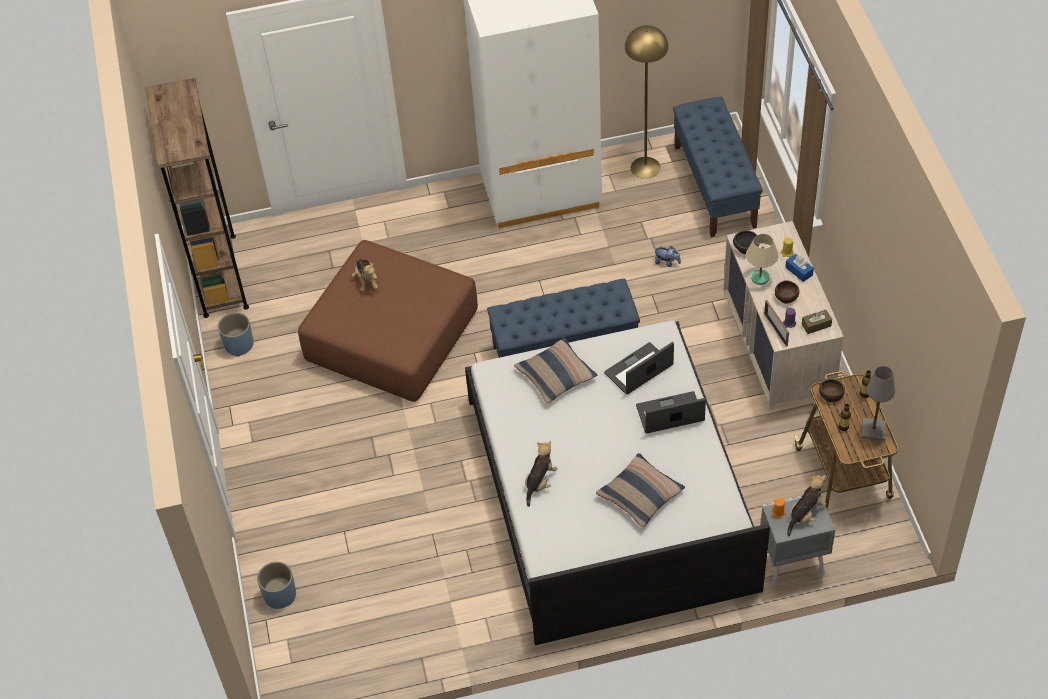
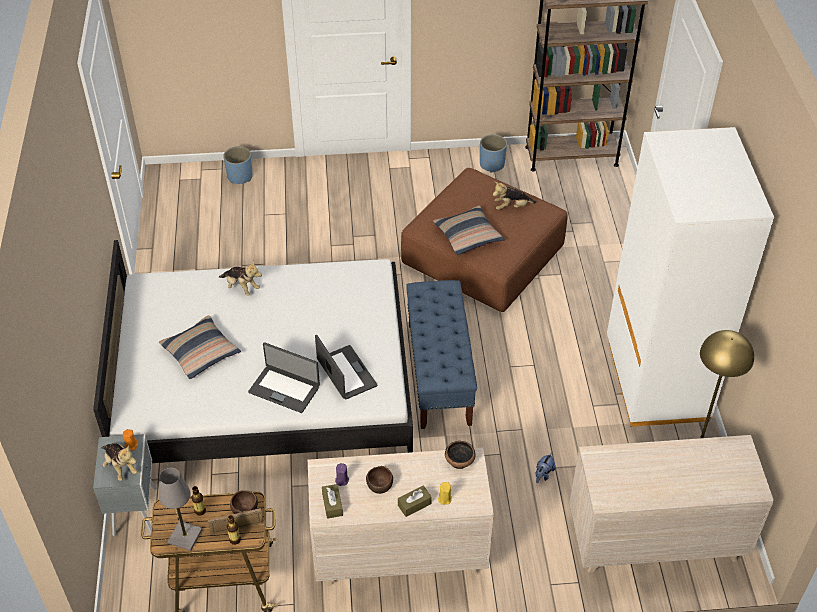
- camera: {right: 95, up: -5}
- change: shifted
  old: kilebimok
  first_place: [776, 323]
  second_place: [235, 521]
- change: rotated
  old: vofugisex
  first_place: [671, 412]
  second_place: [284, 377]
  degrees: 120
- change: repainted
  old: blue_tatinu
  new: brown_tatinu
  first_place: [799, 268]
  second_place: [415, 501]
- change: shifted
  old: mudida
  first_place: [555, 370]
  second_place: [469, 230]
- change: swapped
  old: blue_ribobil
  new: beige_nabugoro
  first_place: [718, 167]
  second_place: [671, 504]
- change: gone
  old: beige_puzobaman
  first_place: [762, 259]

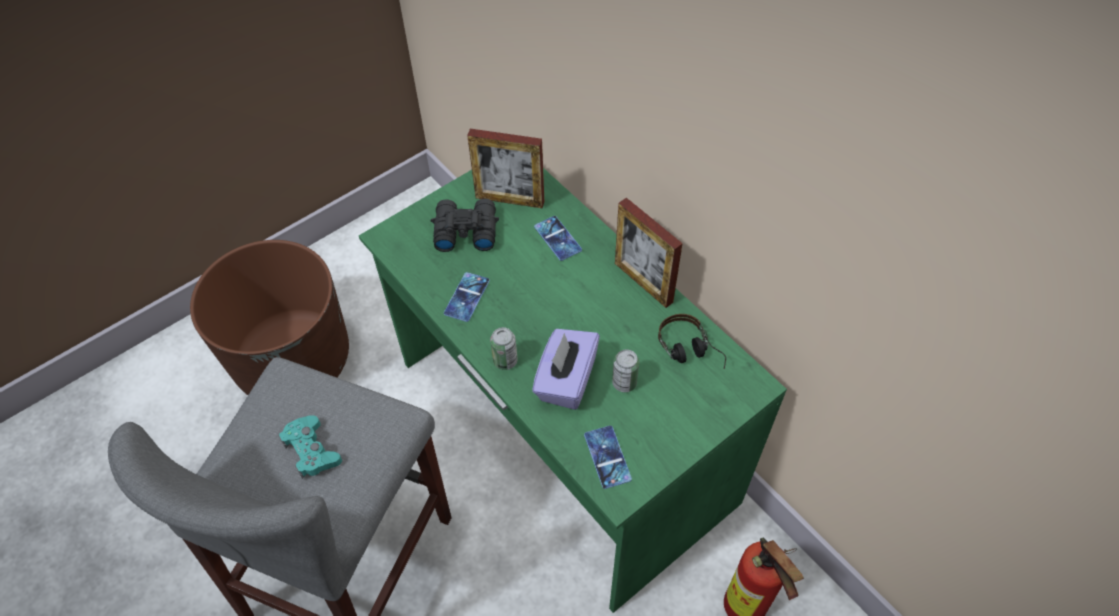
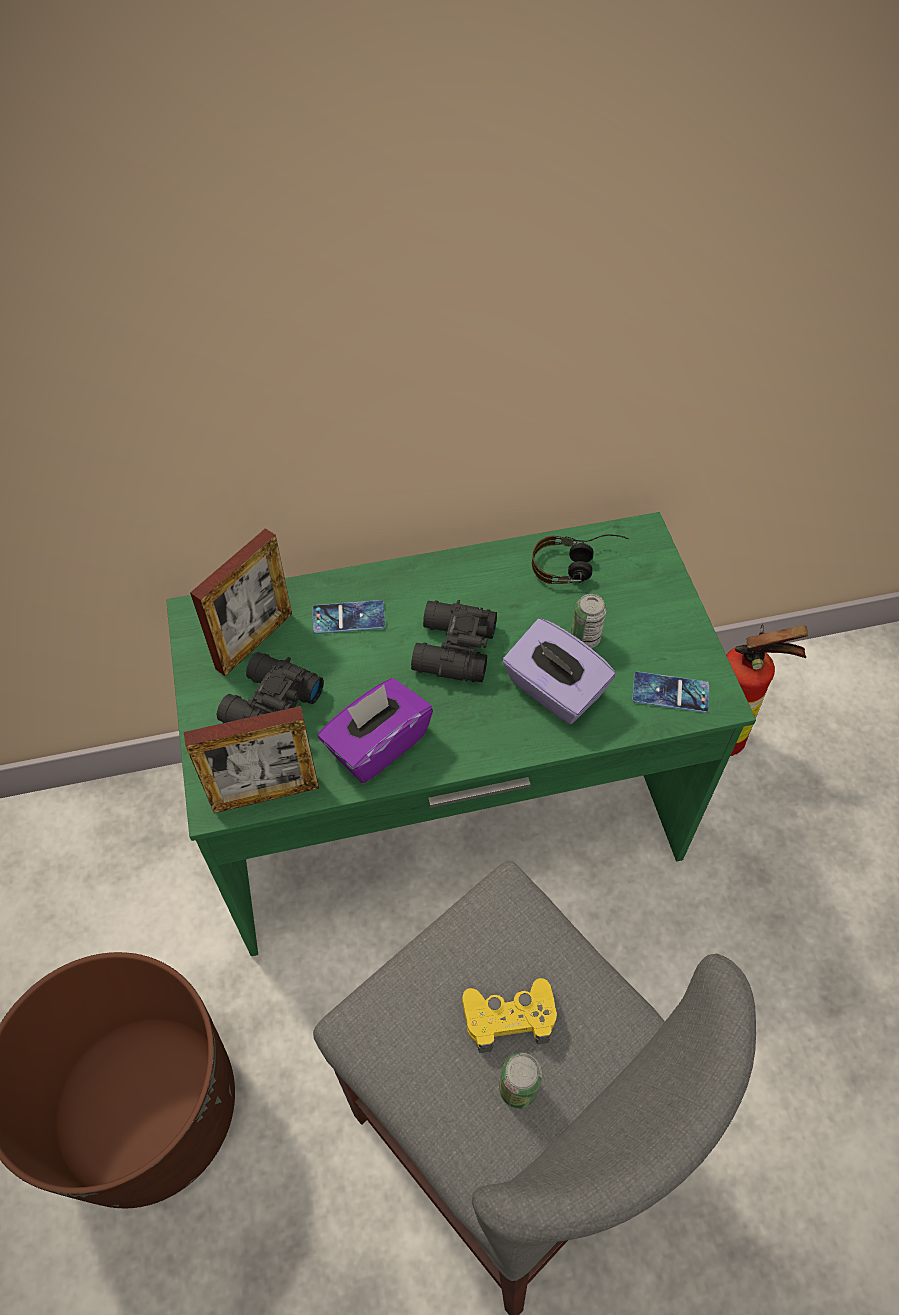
- camera: {right: -65, up: 0}
- change: shifted
  old: kilebimok
  first_place: [649, 253]
  second_place: [251, 759]
- change: swapped
  old: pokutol
  new: purple_tatinu
  first_place: [467, 297]
  second_place: [375, 730]
- change: new
  new: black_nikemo
  second_place: [454, 641]
- change: repainted
  old: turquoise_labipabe
  new: yellow_labipabe
  first_place: [310, 447]
  second_place: [509, 1015]
- change: shifted
  old: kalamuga
  first_place: [504, 348]
  second_place: [520, 1081]

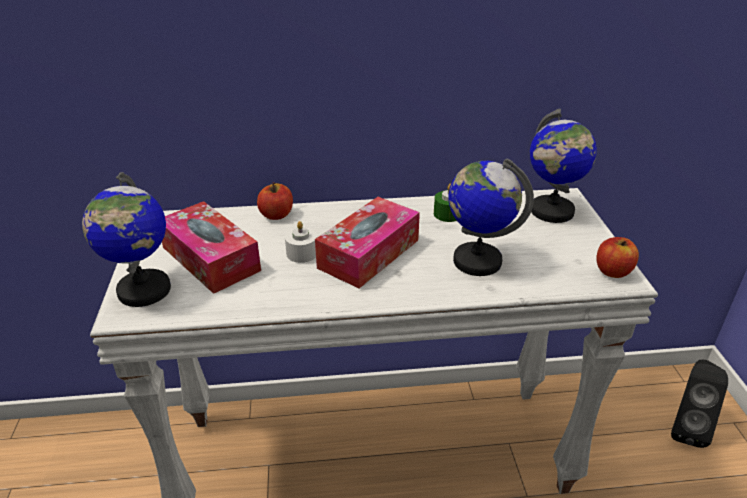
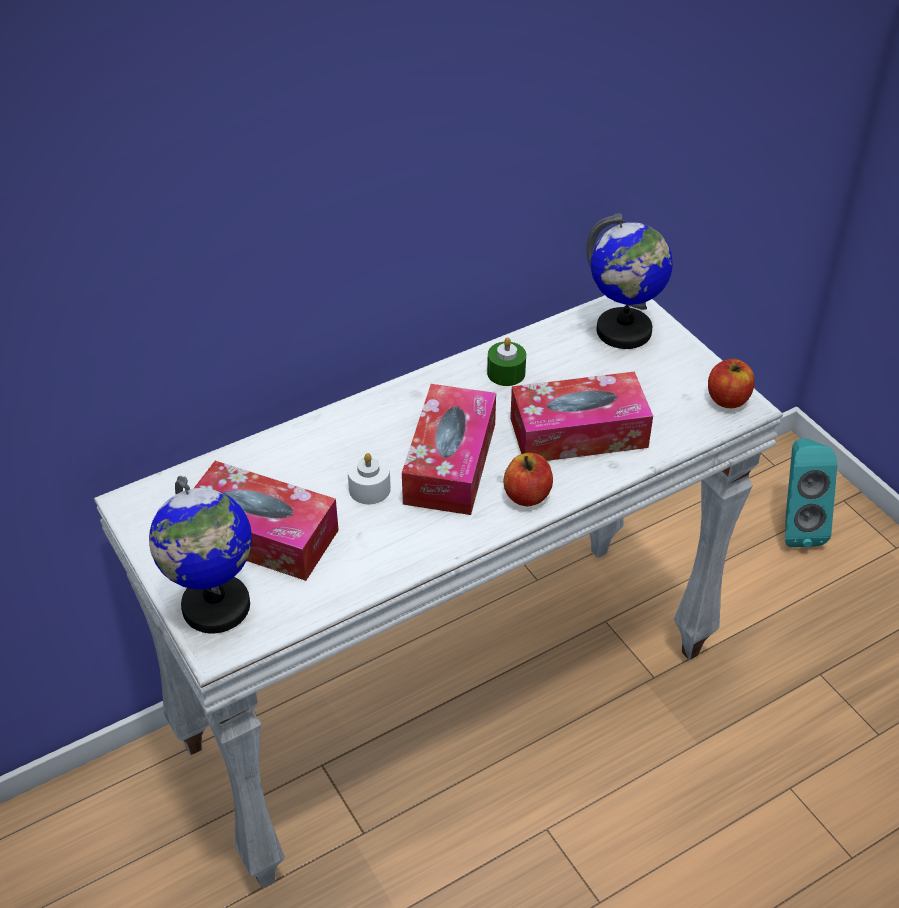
- camera: {right: -25, up: 10}
- change: shifted
  old: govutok
  first_place: [275, 201]
  second_place: [528, 479]
- change: swapped
  old: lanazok
  new: tatinu
  first_place: [491, 217]
  second_place: [581, 416]
- change: repainted
  old: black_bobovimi
  new: turquoise_bobovimi
  first_place: [699, 404]
  second_place: [811, 492]

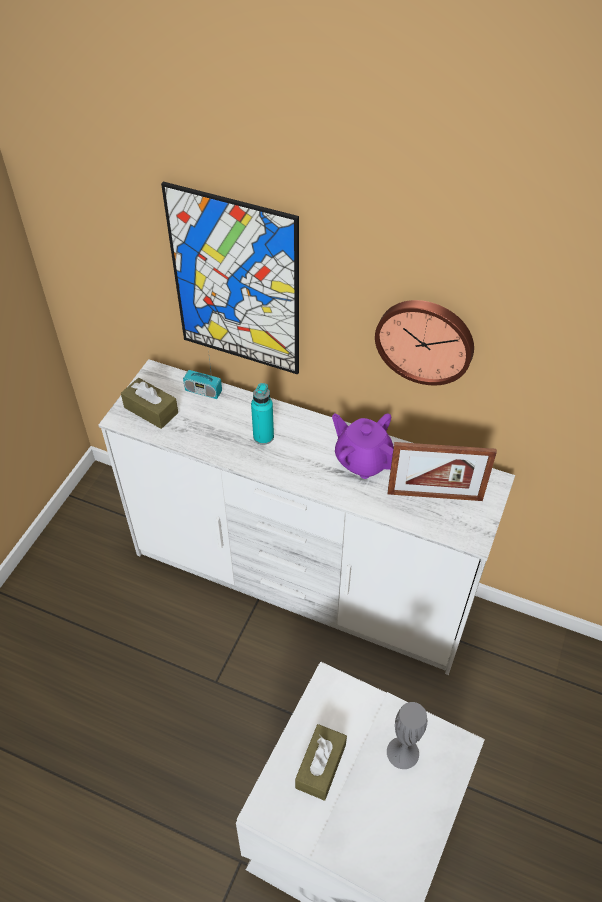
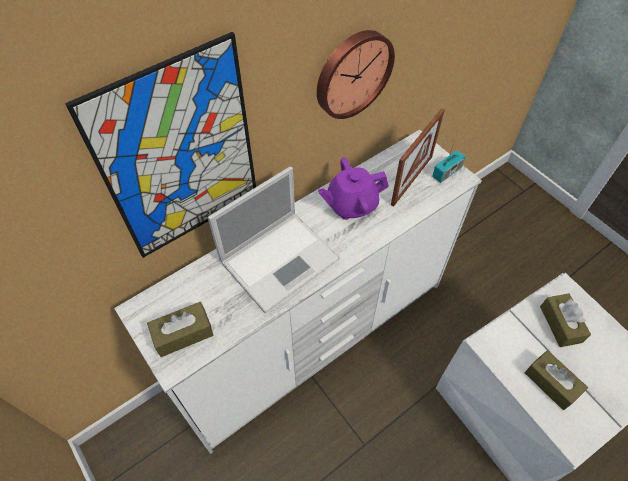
- camera: {right: -60, up: 5}
- change: swapped
  old: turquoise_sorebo
  new: vofugisex
  first_place: [262, 414]
  second_place: [274, 239]
- change: shifted
  old: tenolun
  first_place: [202, 375]
  second_place: [449, 158]
- change: swapped
  old: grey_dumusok
  new: brown_tatinu
  first_place: [407, 735]
  second_place: [565, 320]

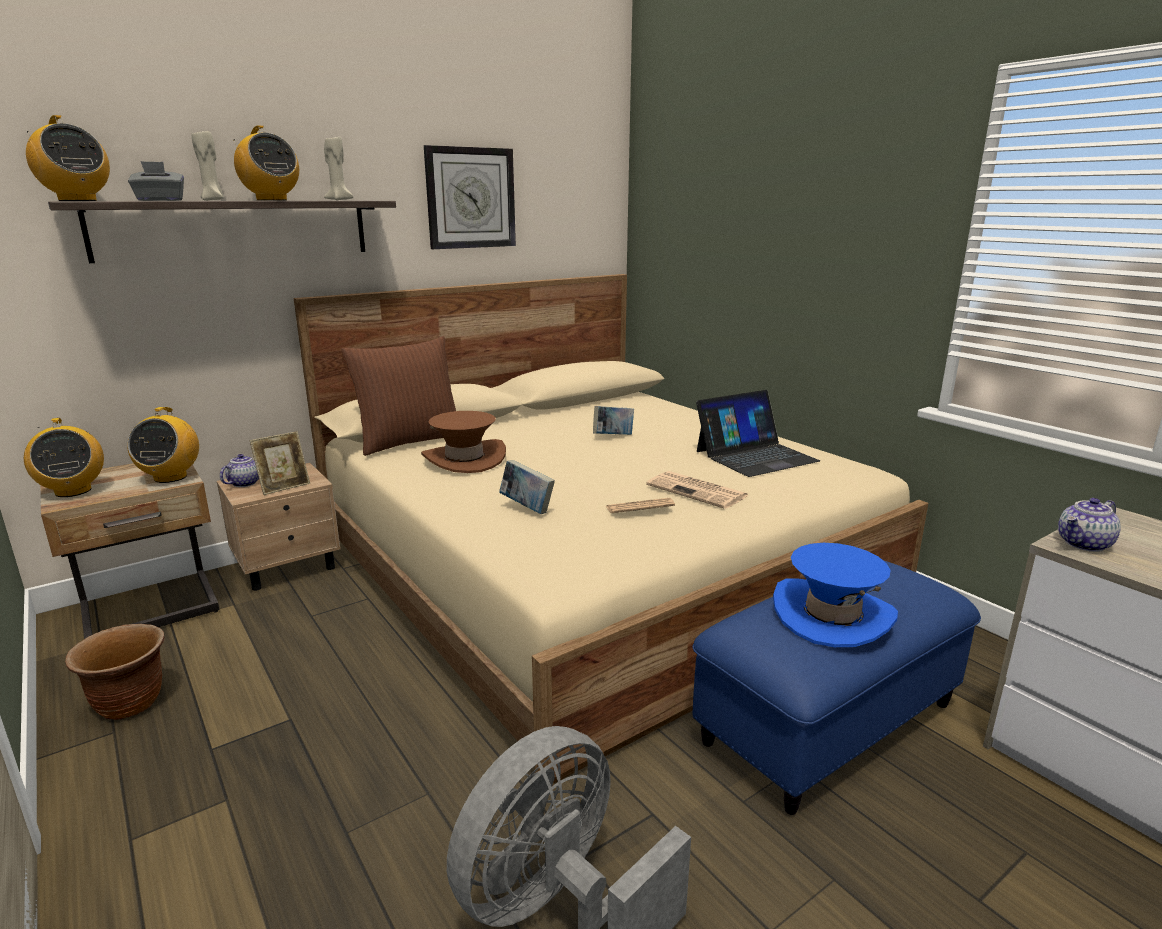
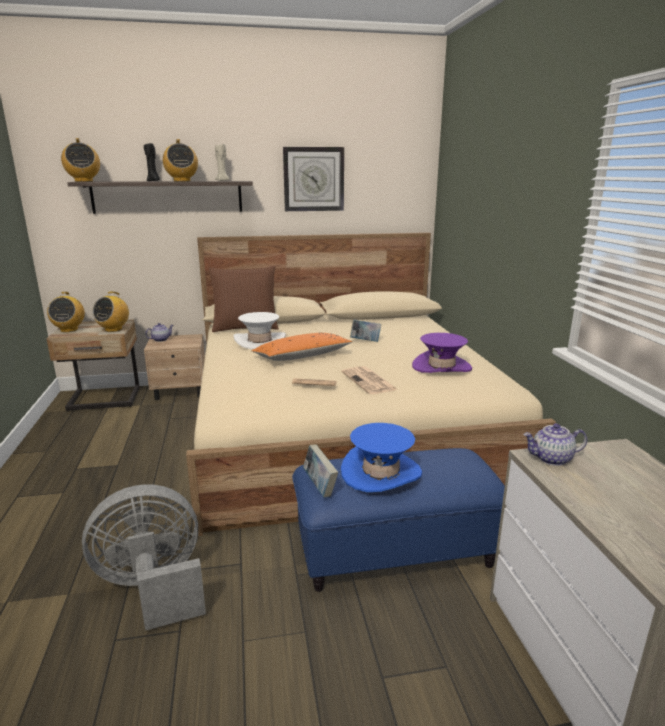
- camera: {right: 25, up: 0}
- change: repainted
  old: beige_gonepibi
  new: black_gonepibi
  first_place: [208, 166]
  second_place: [152, 162]
- change: repainted
  old: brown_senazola
  new: white_senazola
  first_place: [463, 442]
  second_place: [260, 331]
- change: new
  new: orange_mudida
  second_place: [302, 347]
- change: shifted
  old: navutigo
  first_place: [527, 487]
  second_place: [320, 471]
- change: swapped
  old: vofugisex
  new: purple_senazola
  first_place: [758, 433]
  second_place: [442, 353]
- change: gone
  old: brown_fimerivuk
  first_place: [114, 672]
- change: gone
  old: grey_tatinu
  first_place: [156, 181]
- change: gone
  old: kilebimok
  first_place: [280, 463]

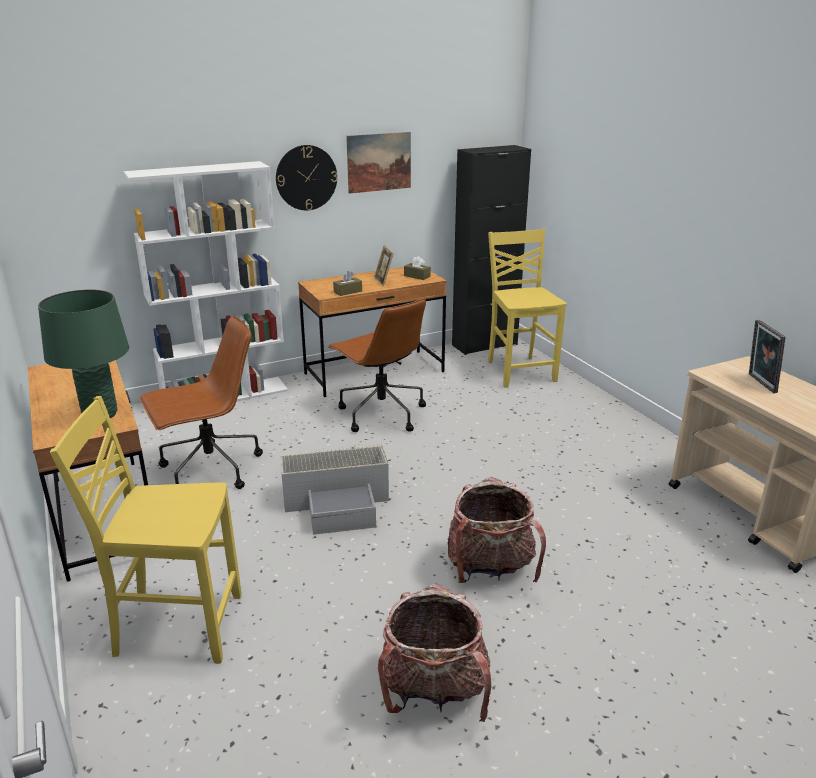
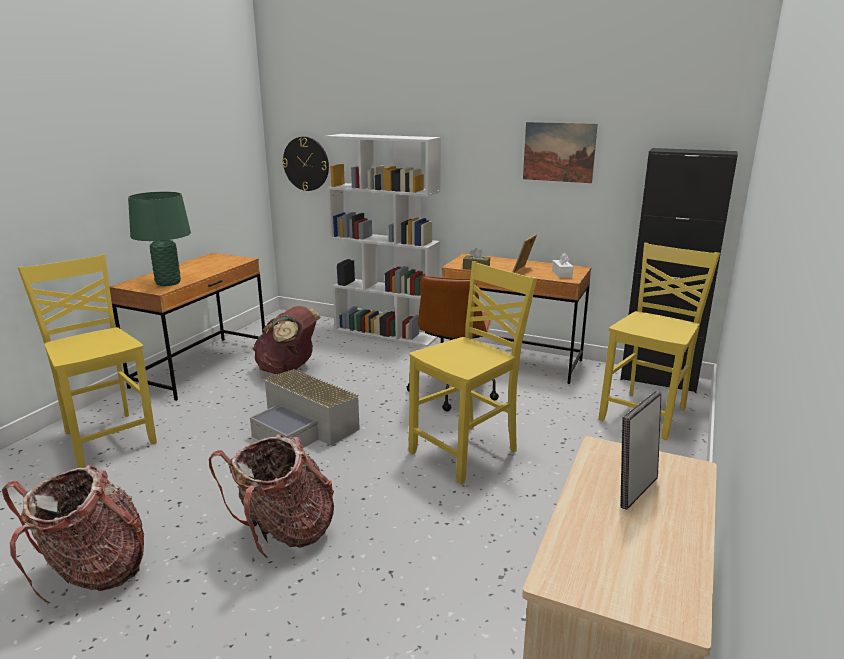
- camera: {right: 50, up: -5}
- change: swapped
  old: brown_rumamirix
  new: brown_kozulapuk
  first_place: [201, 402]
  second_place: [287, 340]
- change: shifted
  old: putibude
  first_place: [307, 177]
  second_place: [305, 164]
- change: new
  new: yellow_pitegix
  second_place: [473, 372]
- change: repainted
  old: brown_tatinu
  new: white_tatinu
  first_place: [417, 268]
  second_place: [562, 265]

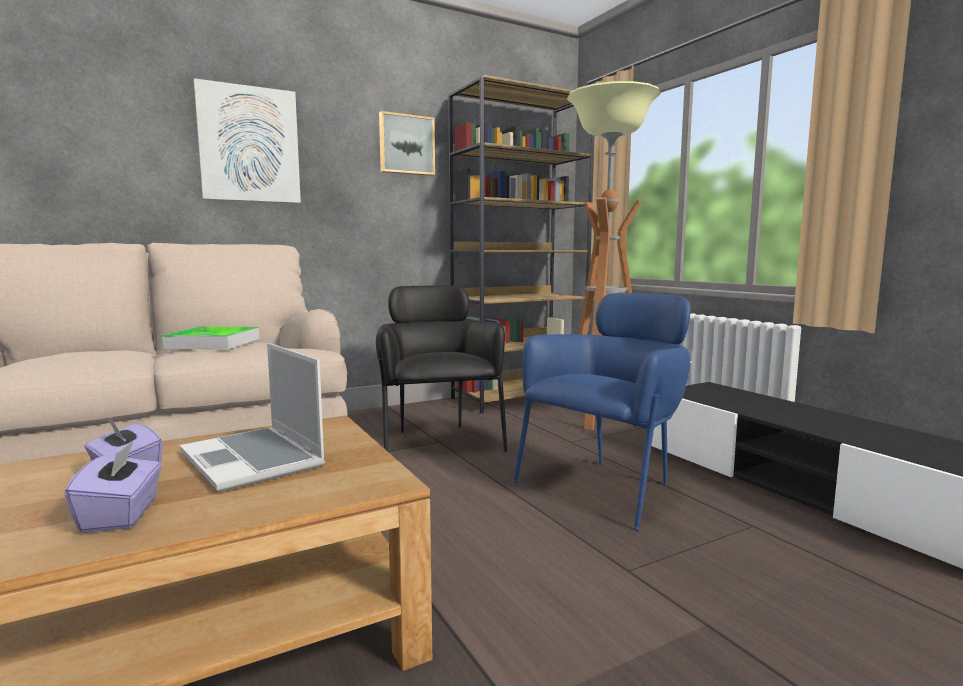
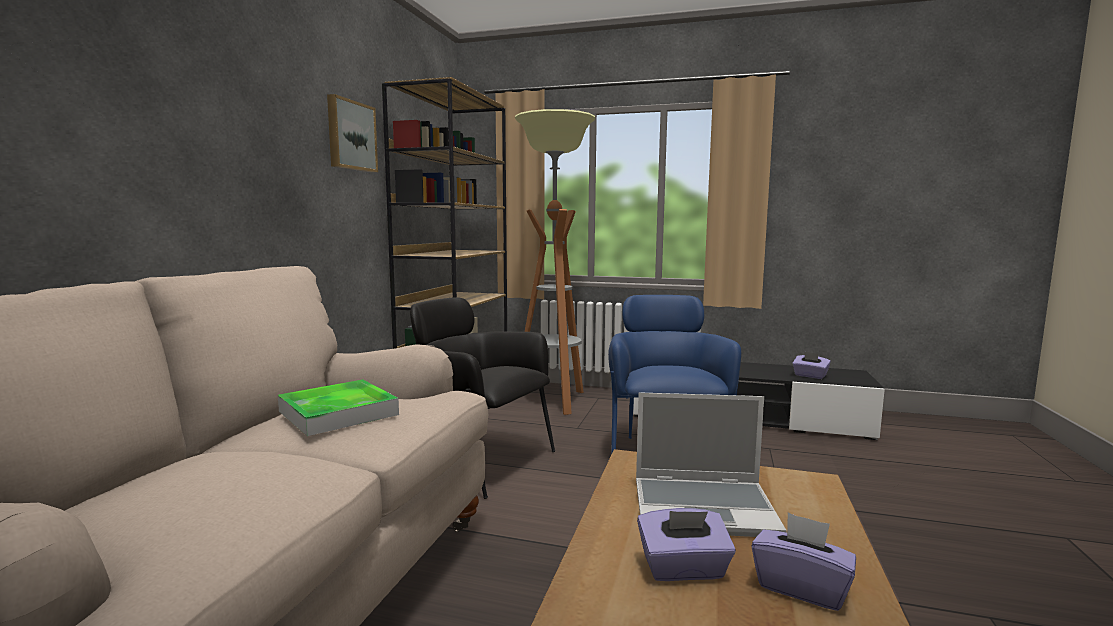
- camera: {right: -45, up: 0}
- change: new
  new: purple_tatinu
  second_place: [811, 365]
- change: gone
  old: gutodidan
  first_place: [247, 140]

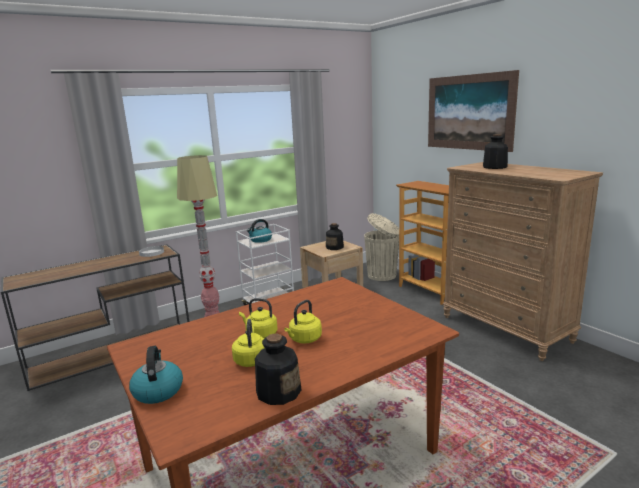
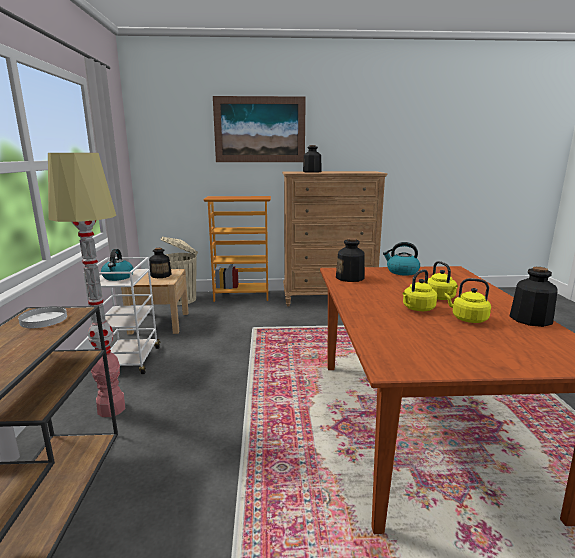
- camera: {right: -60, up: 0}
- change: new
  new: sorebo
  second_place: [350, 260]
- change: shifted
  old: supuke
  first_place: [156, 375]
  second_place: [401, 259]

